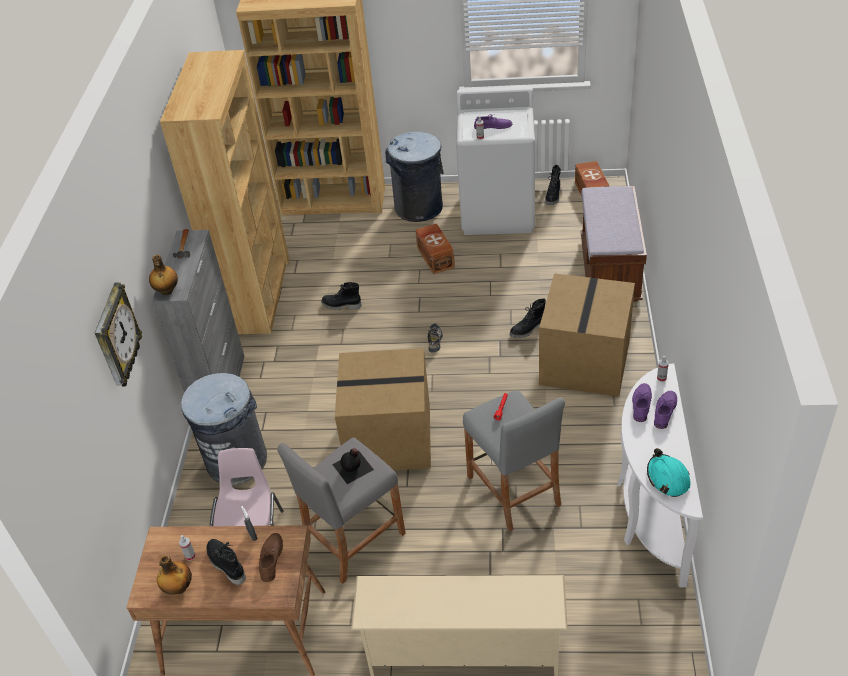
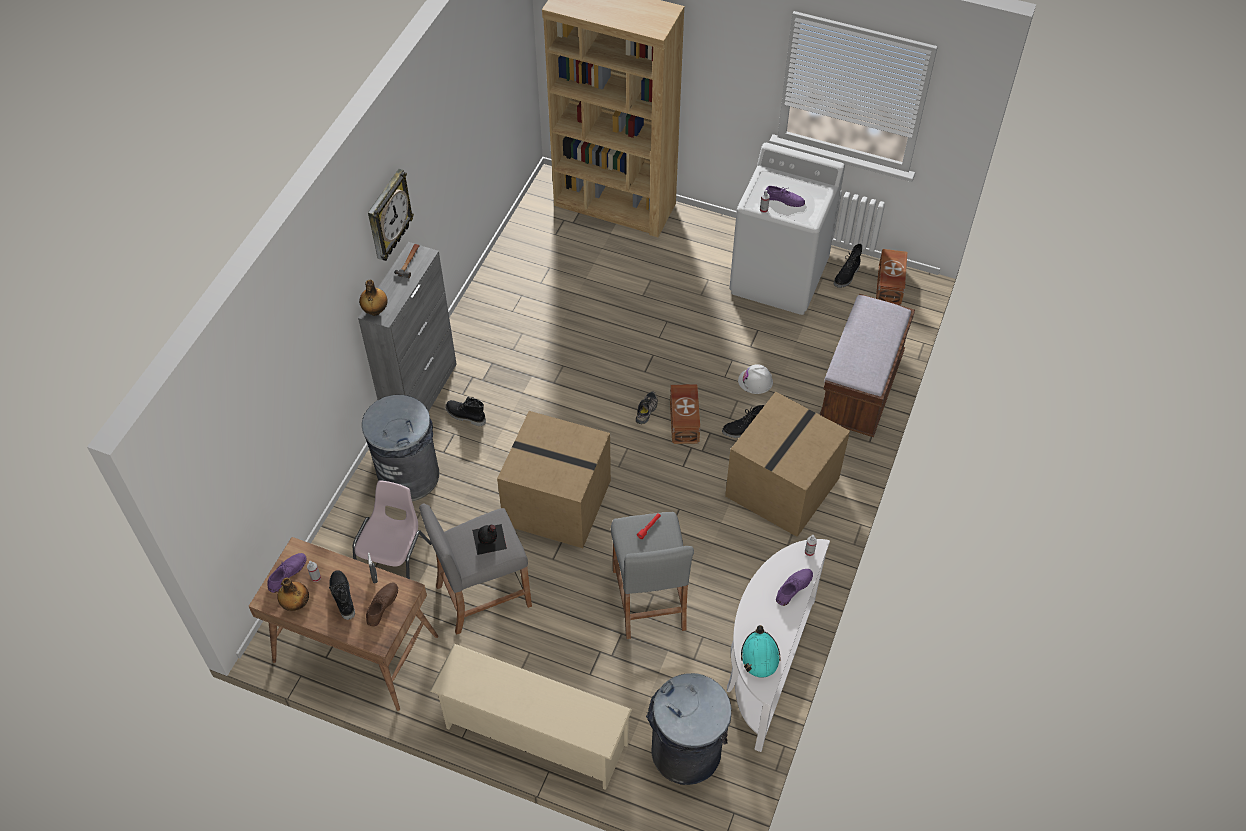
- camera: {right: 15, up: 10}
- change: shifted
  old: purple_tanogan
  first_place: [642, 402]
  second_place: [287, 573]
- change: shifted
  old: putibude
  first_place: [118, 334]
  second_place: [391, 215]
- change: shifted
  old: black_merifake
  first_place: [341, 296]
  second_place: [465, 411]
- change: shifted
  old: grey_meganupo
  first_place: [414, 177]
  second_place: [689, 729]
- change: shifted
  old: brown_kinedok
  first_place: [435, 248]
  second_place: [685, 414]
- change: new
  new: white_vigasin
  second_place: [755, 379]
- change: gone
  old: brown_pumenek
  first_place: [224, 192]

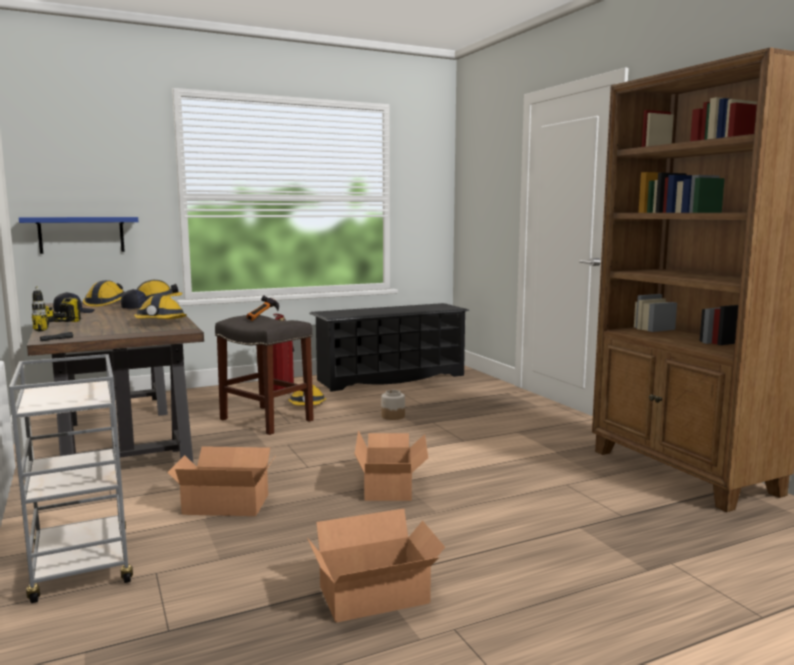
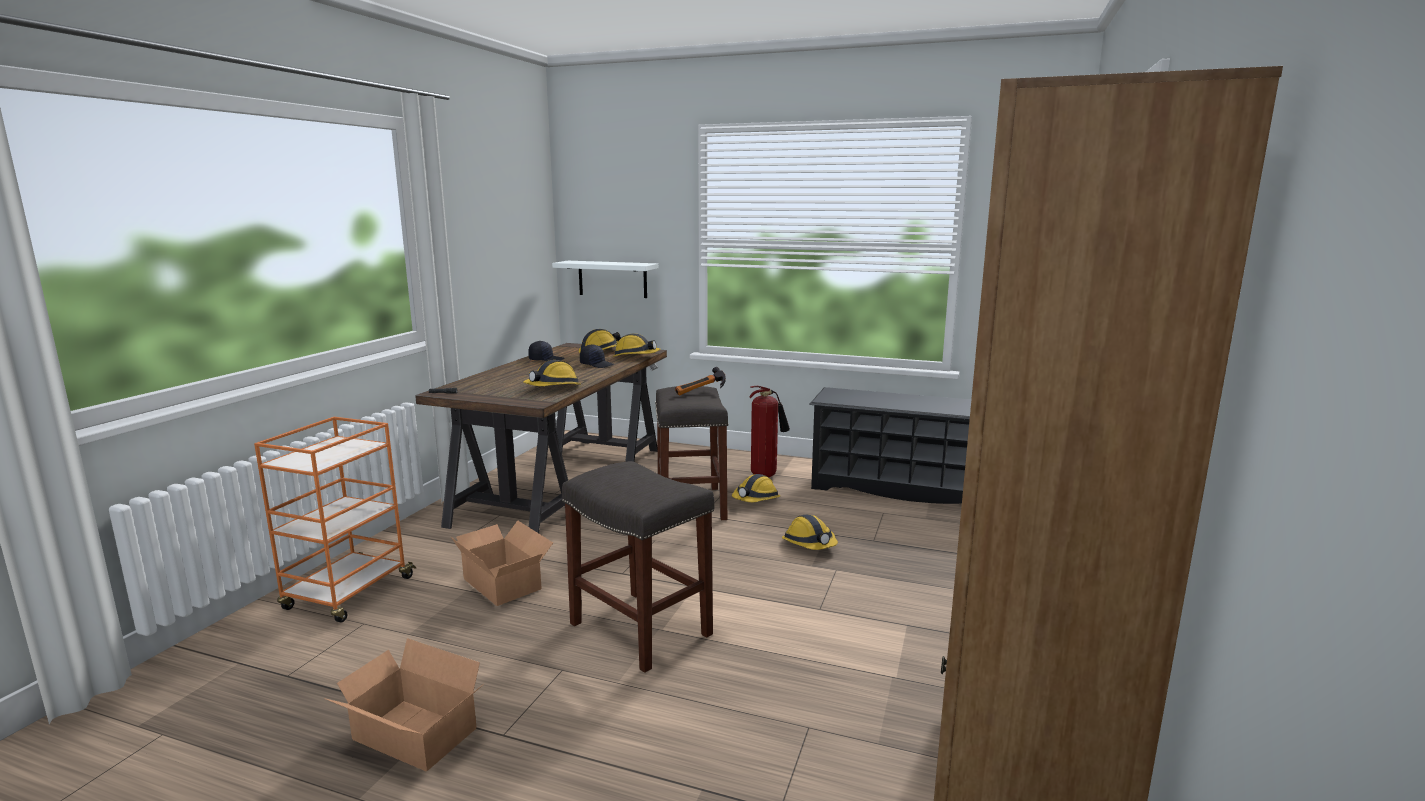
- camera: {right: 45, up: 5}
- change: repainted
  old: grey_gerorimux
  new: orange_gerorimux
  first_place: [71, 478]
  second_place: [335, 520]
- change: repainted
  old: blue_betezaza
  new: white_betezaza
  first_place: [79, 235]
  second_place: [605, 279]
- change: swapped
  old: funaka
  new: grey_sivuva
  first_place: [391, 465]
  second_place: [638, 567]
- change: swapped
  old: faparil
  new: vigasin
  first_place: [393, 405]
  second_place: [810, 532]
- change: gone
  old: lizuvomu
  first_place: [56, 308]

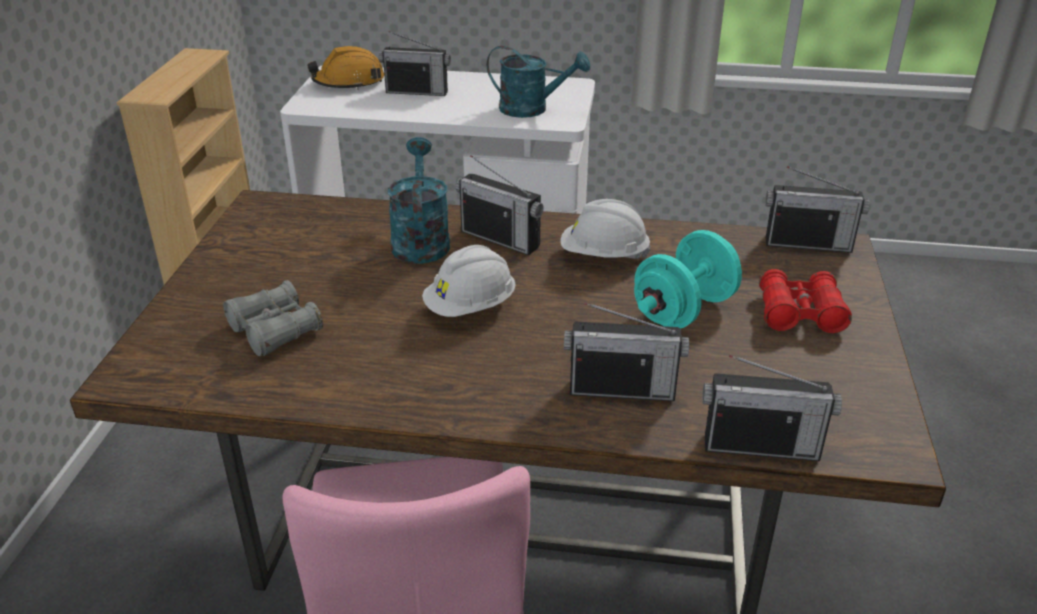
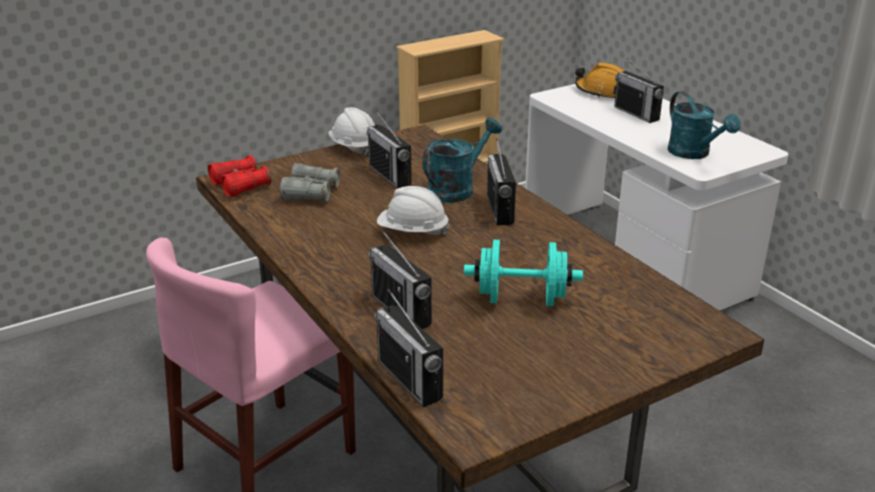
- camera: {right: 50, up: -5}
- change: shifted
  old: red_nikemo
  first_place: [805, 301]
  second_place: [240, 176]
- change: shifted
  old: white_vigasin
  first_place: [605, 229]
  second_place: [351, 132]
- change: shifted
  old: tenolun
  first_place: [817, 209]
  second_place: [389, 149]

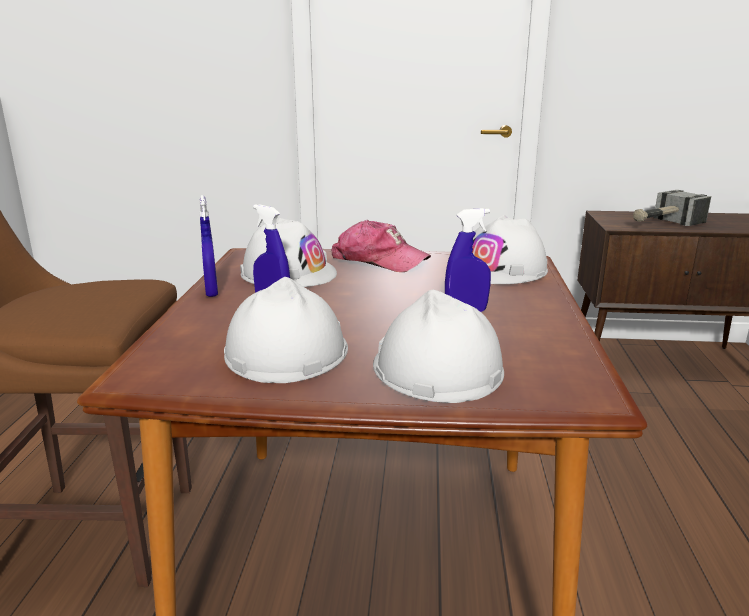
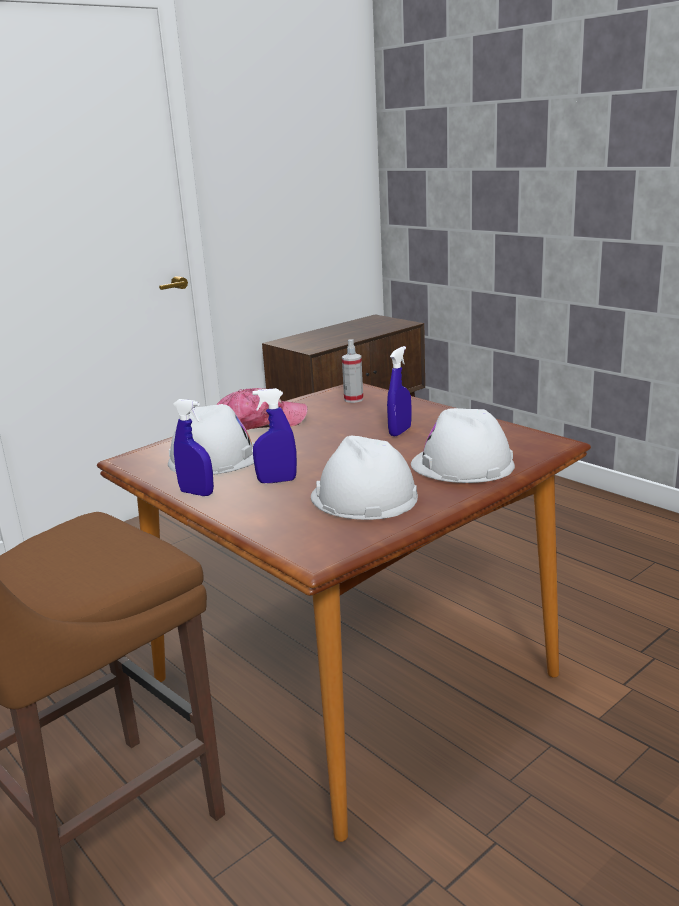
- camera: {right: -45, up: 0}
- change: swapped
  old: white_vigasin
  new: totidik
  first_place: [510, 249]
  second_place: [352, 371]
- change: gone
  old: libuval
  first_place: [672, 208]

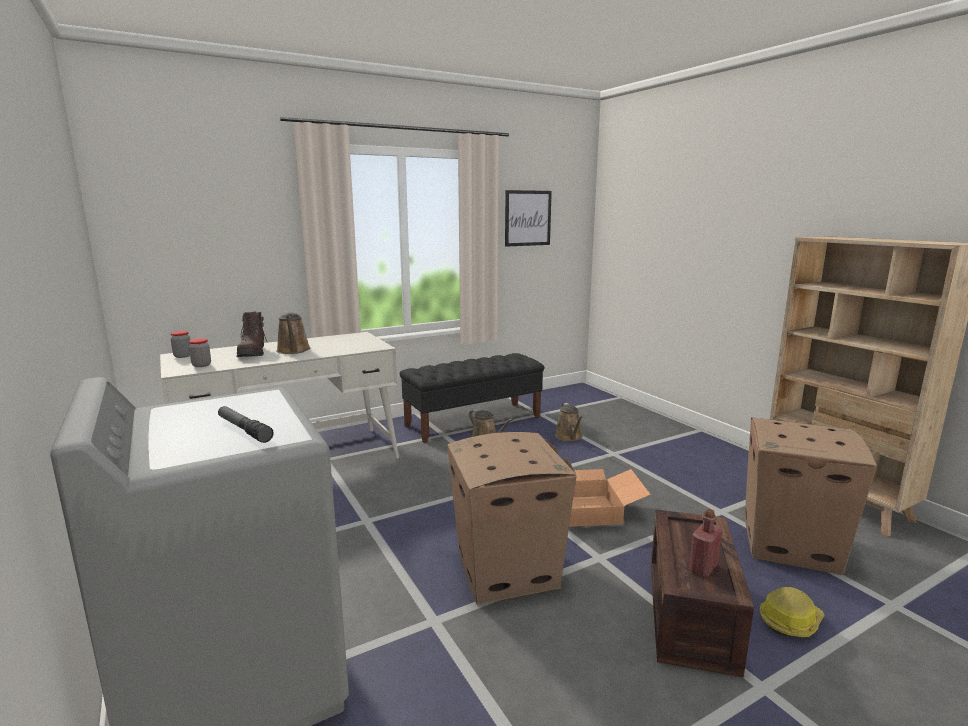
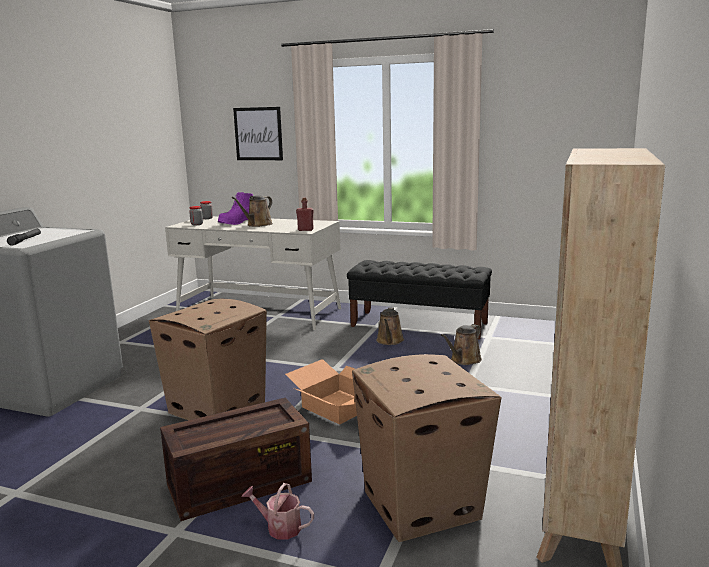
- camera: {right: 50, up: 0}
- change: repainted
  old: brown_merifake
  new: purple_merifake
  first_place: [252, 334]
  second_place: [235, 208]
- change: shifted
  old: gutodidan
  first_place: [528, 218]
  second_place: [258, 133]
- change: swapped
  old: vigasin
  new: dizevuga
  first_place: [792, 612]
  second_place: [277, 511]
- change: shifted
  old: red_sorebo
  first_place: [705, 543]
  second_place: [305, 214]

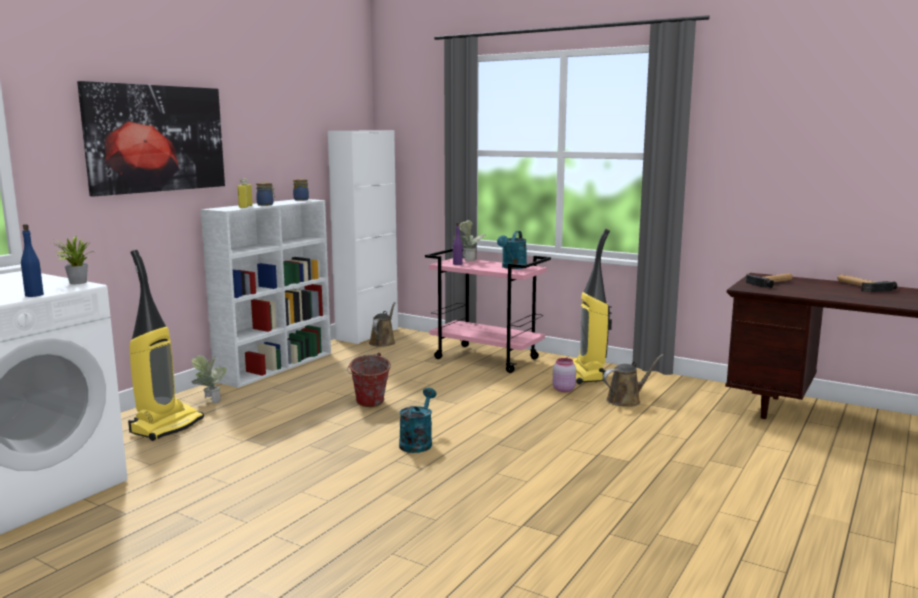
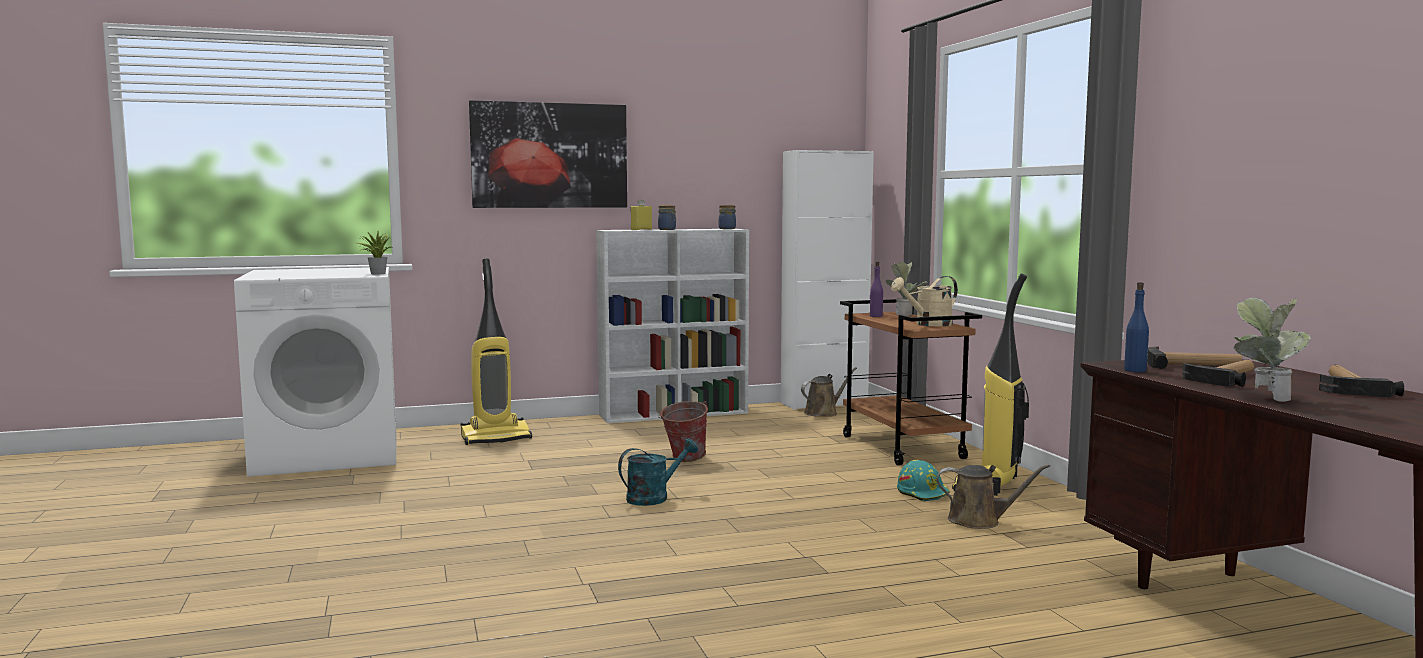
- camera: {right: 40, up: -5}
- change: repainted
  old: pink_gerorimux
  new: brown_gerorimux
  first_place: [488, 310]
  second_place: [911, 382]
- change: repainted
  old: turquoise_dizevuga
  new: beige_dizevuga
  first_place: [512, 250]
  second_place: [924, 301]
- change: swapped
  old: pink_faparil
  new: turquoise_vigasin
  first_place: [564, 375]
  second_place: [923, 480]
- change: shifted
  old: blue_sorebo
  first_place: [32, 260]
  second_place: [1136, 327]
- change: new
  new: libuval
  second_place: [1218, 373]
- change: shifted
  old: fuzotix
  first_place: [209, 379]
  second_place: [1272, 349]

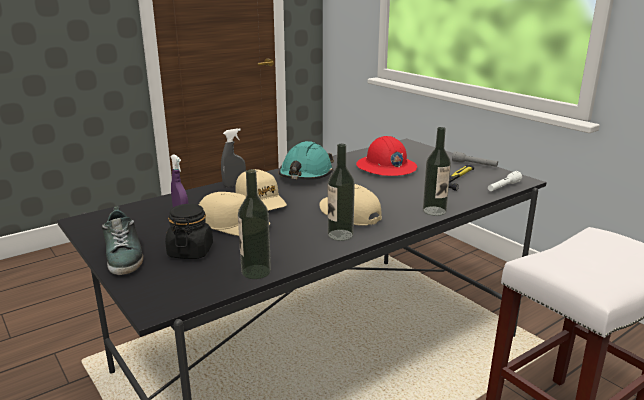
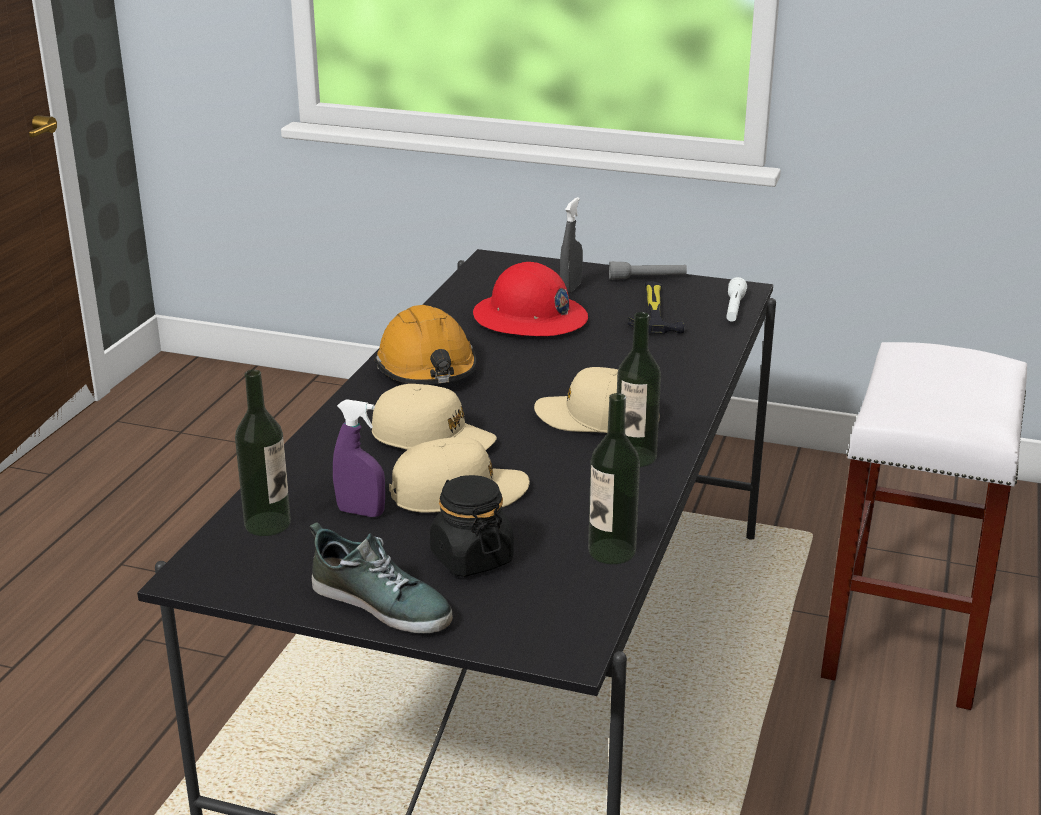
- camera: {right: -35, up: 5}
- change: shifted
  old: sorebo
  first_place: [437, 171]
  second_place: [263, 453]
- change: repainted
  old: turquoise_vigasin
  new: orange_vigasin
  first_place: [306, 160]
  second_place: [426, 344]
- change: shifted
  old: grey_totidik
  first_place: [233, 157]
  second_place: [571, 245]

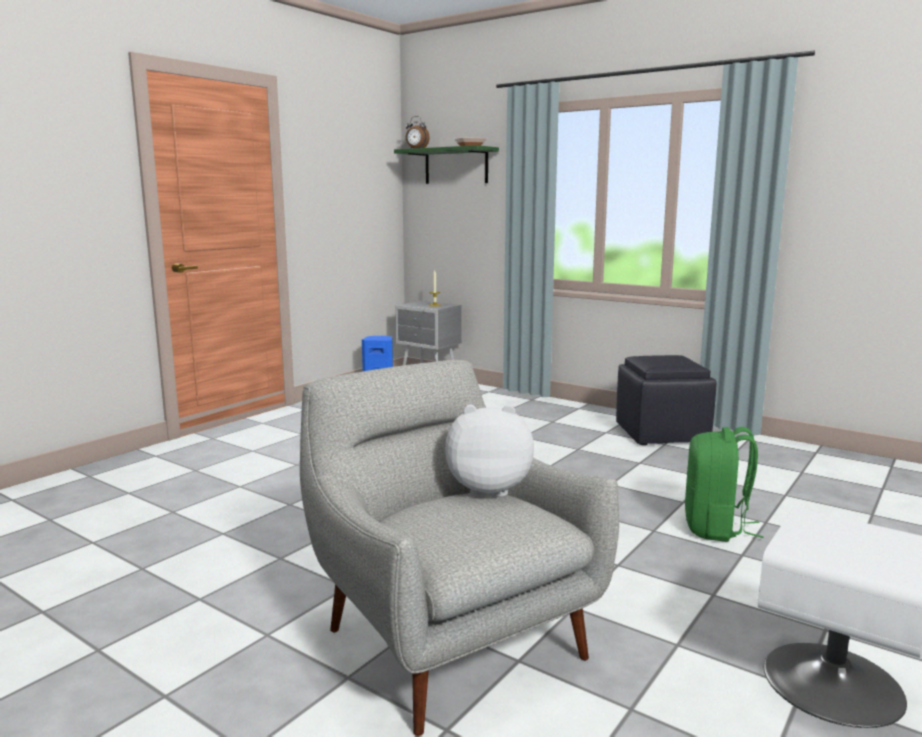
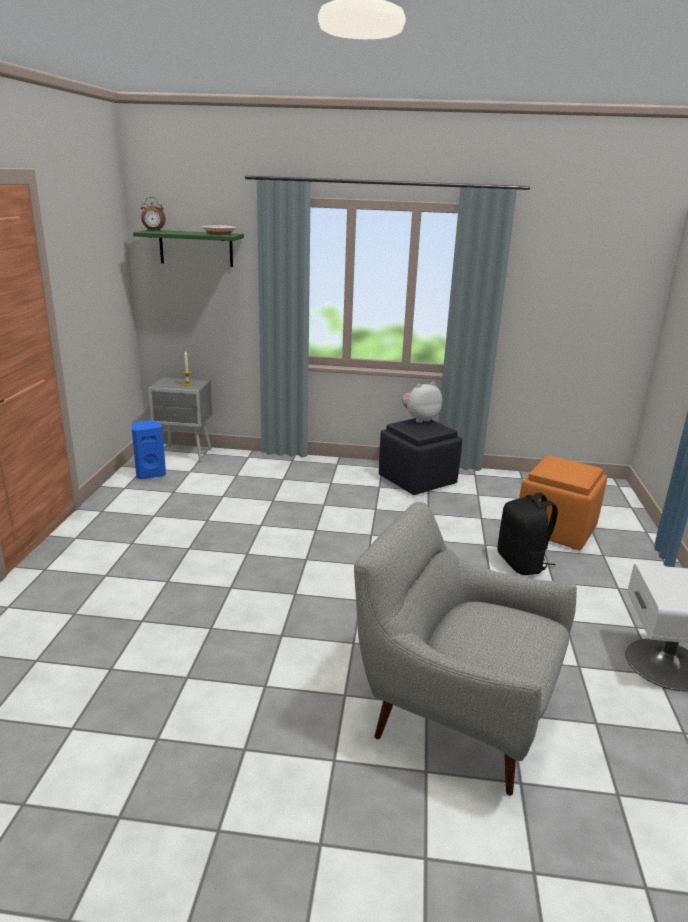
- camera: {right: -30, up: 10}
- change: shifted
  old: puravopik
  first_place: [489, 450]
  second_place: [421, 402]
- change: repainted
  old: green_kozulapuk
  new: black_kozulapuk
  first_place: [724, 484]
  second_place: [528, 534]
- change: new
  new: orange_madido
  second_place: [563, 503]

